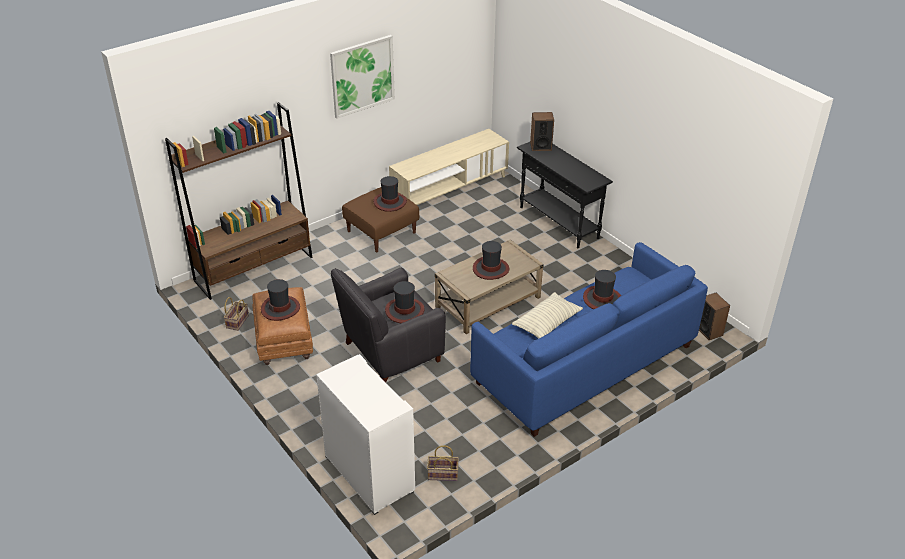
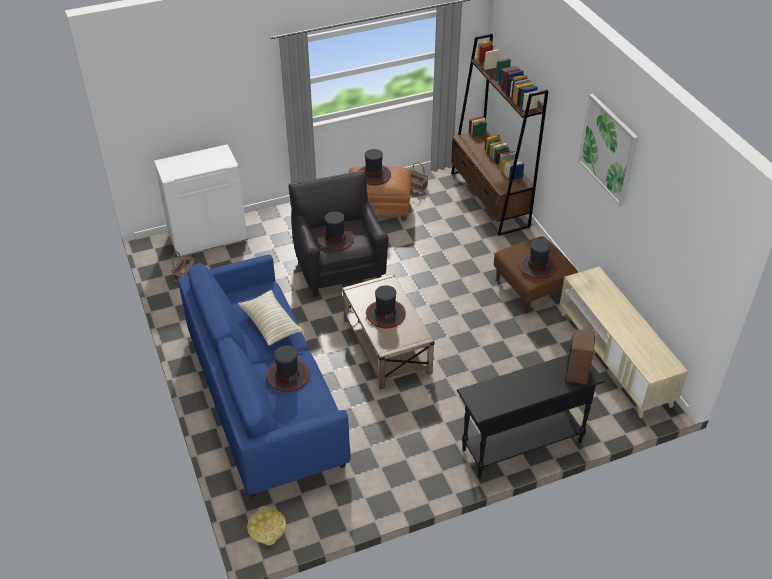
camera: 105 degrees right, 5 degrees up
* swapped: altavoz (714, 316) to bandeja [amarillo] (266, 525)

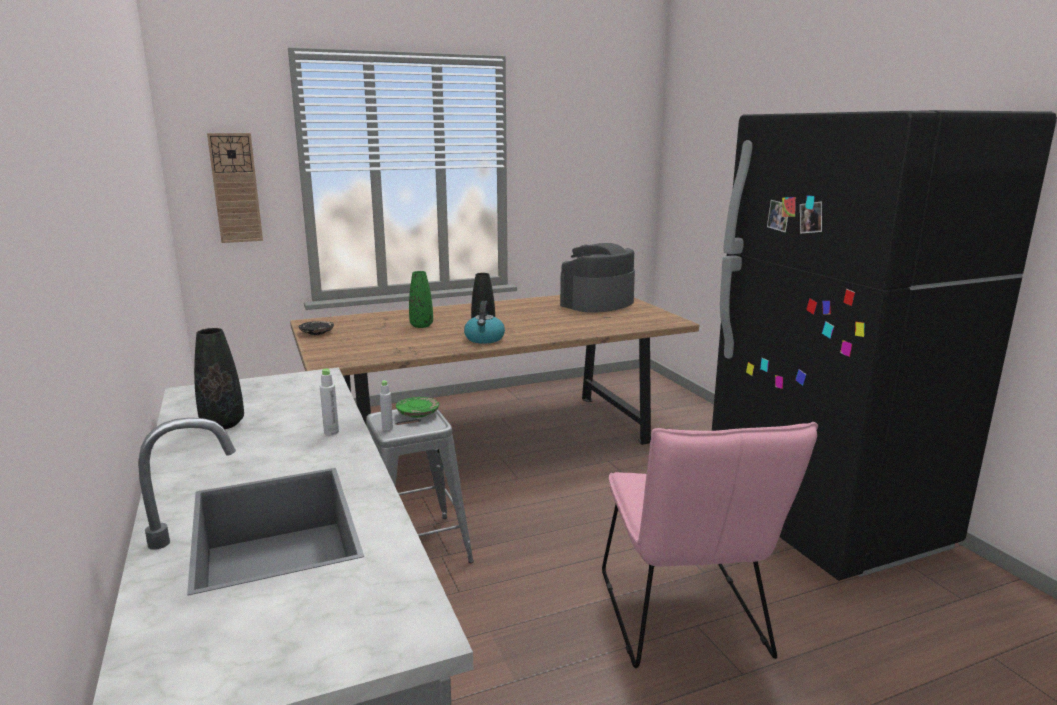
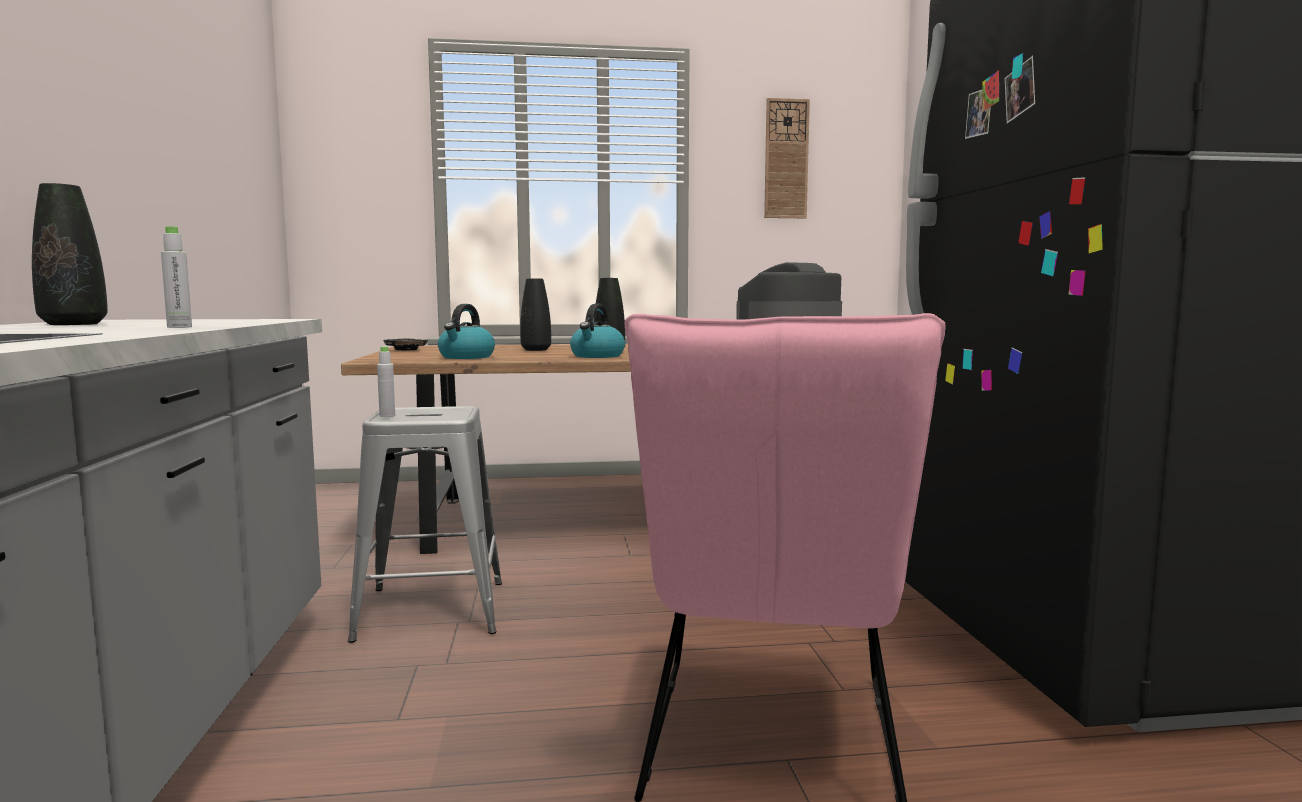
camera: 15 degrees right, 10 degrees down
* shifted: reloj de pared (235, 188) to (787, 158)
* gone: plato [verde] (417, 407)
* repainted: florero [verde] (421, 299) to florero [negro] (535, 315)
* new: hervidor (466, 331)

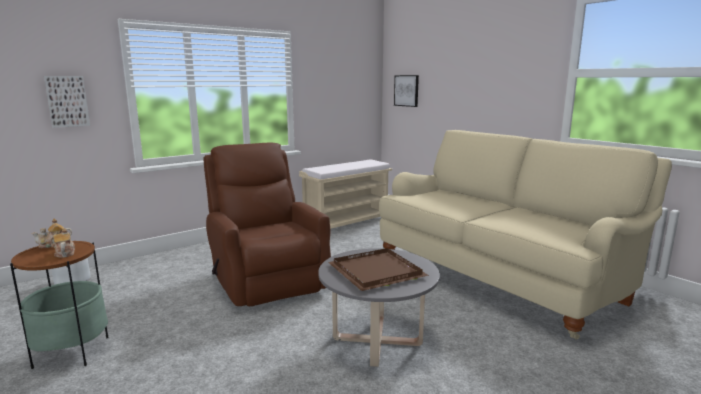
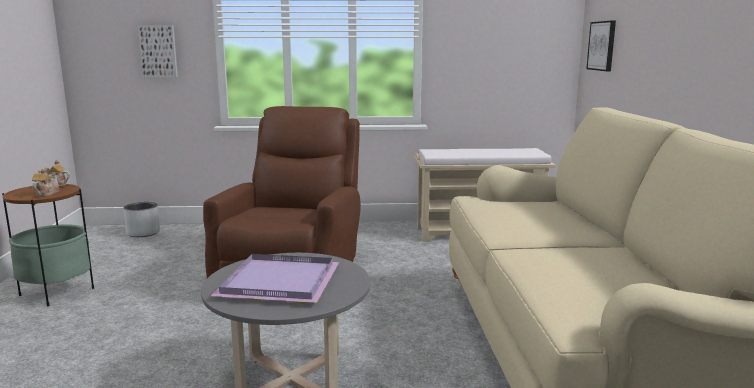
camera: 35 degrees right, 0 degrees up
* repainted: bandeja [marrón] (378, 269) to bandeja [morado] (275, 279)

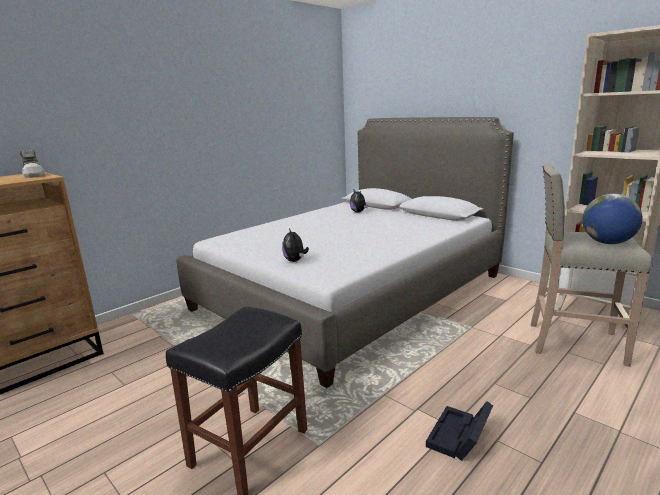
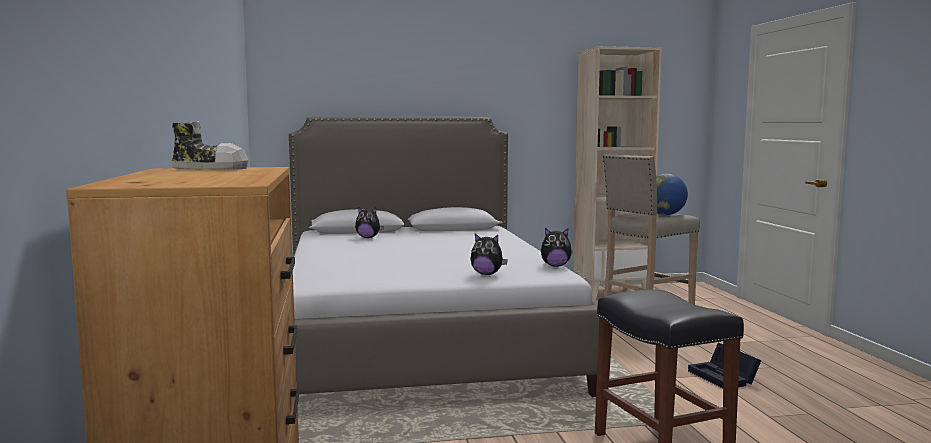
camera: 55 degrees left, 10 degrees down
* new: peluche (557, 247)

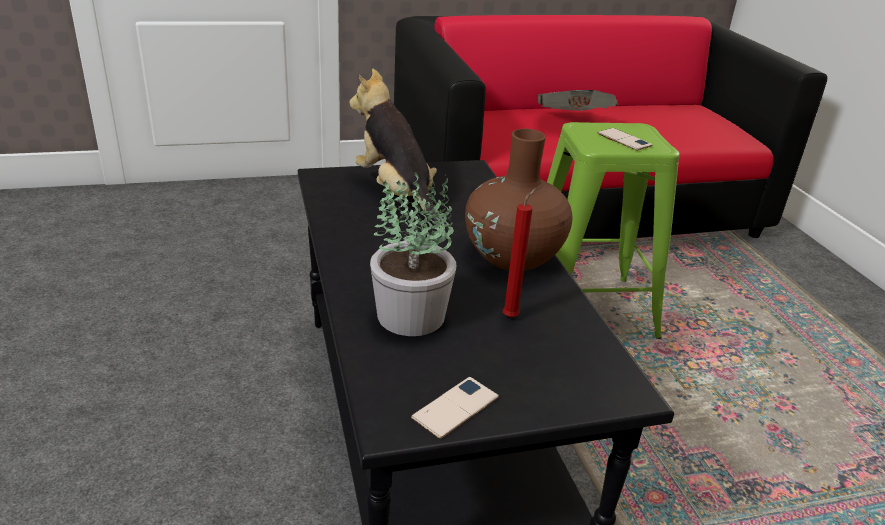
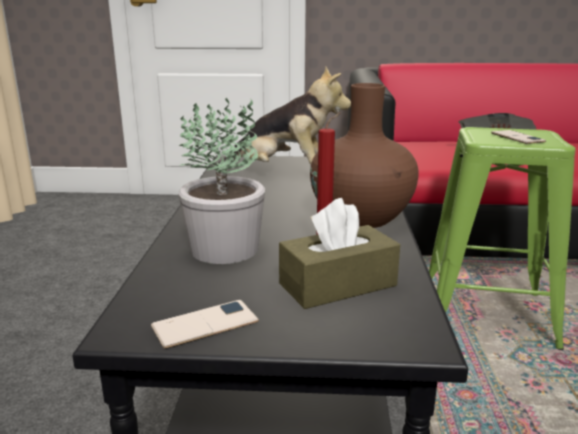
camera: 20 degrees right, 10 degrees down
* rotated: peluche (397, 148) = (284, 118) 120 degrees clockwise
* new: caja de pañuelos [marrón] (339, 253)

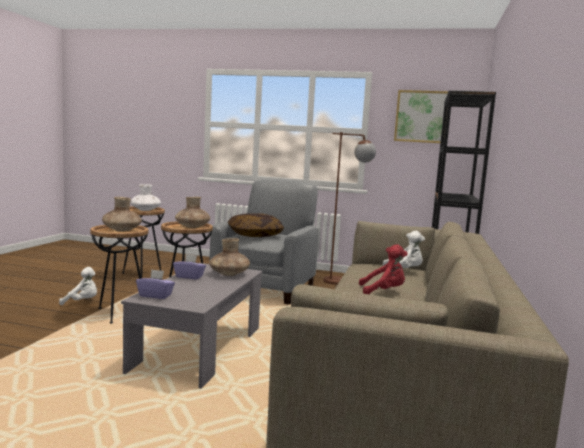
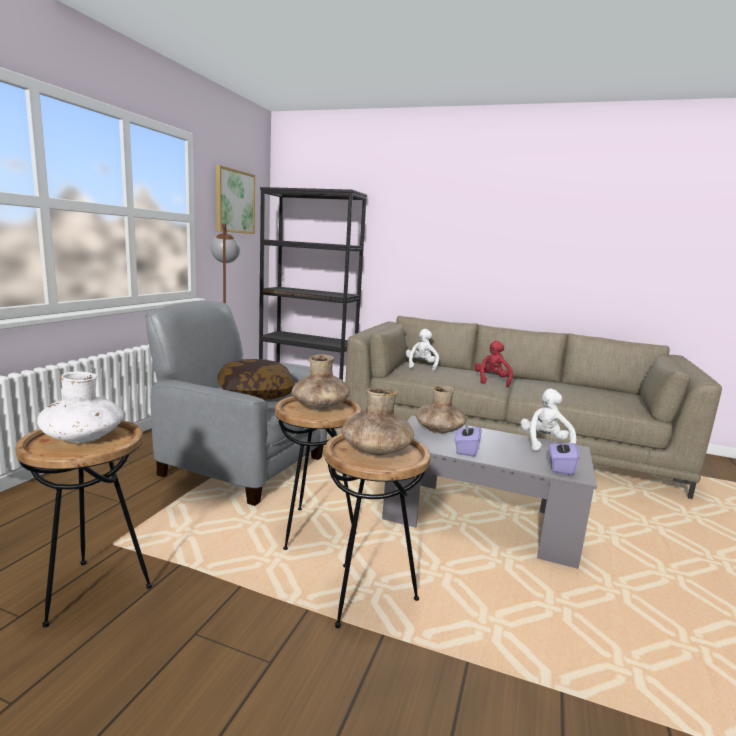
camera: 85 degrees left, 5 degrees up
* shifted: peluche [blanco] (78, 286) to (548, 419)

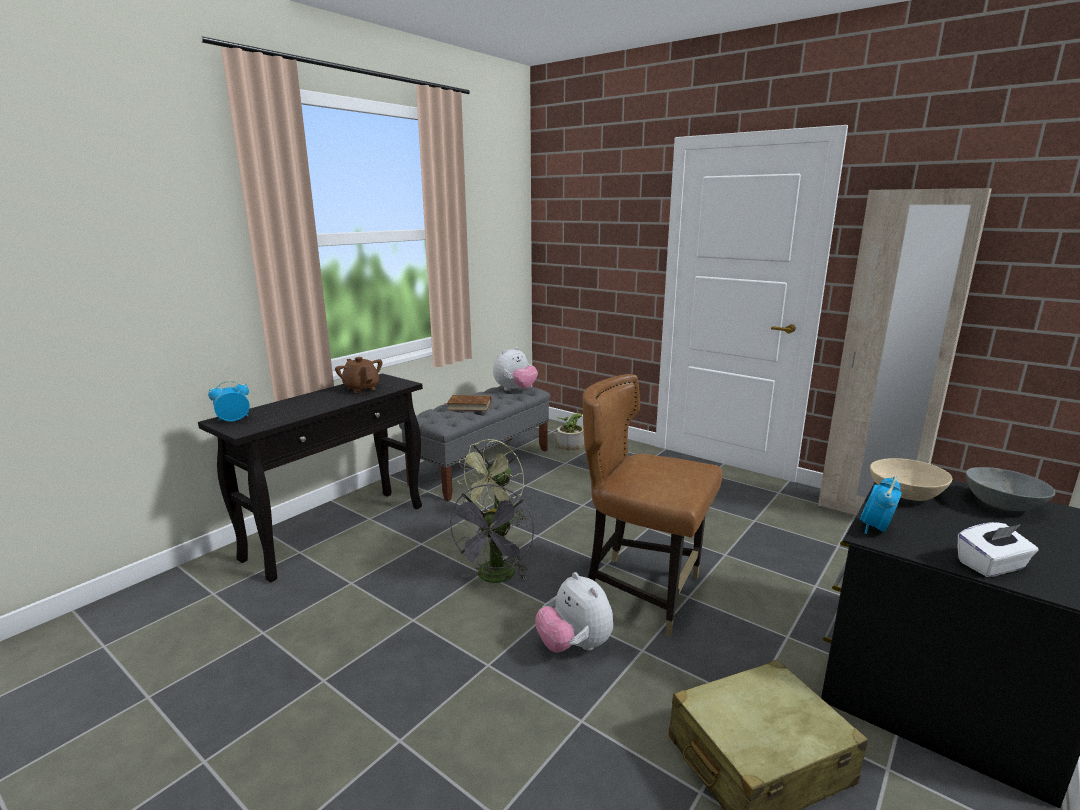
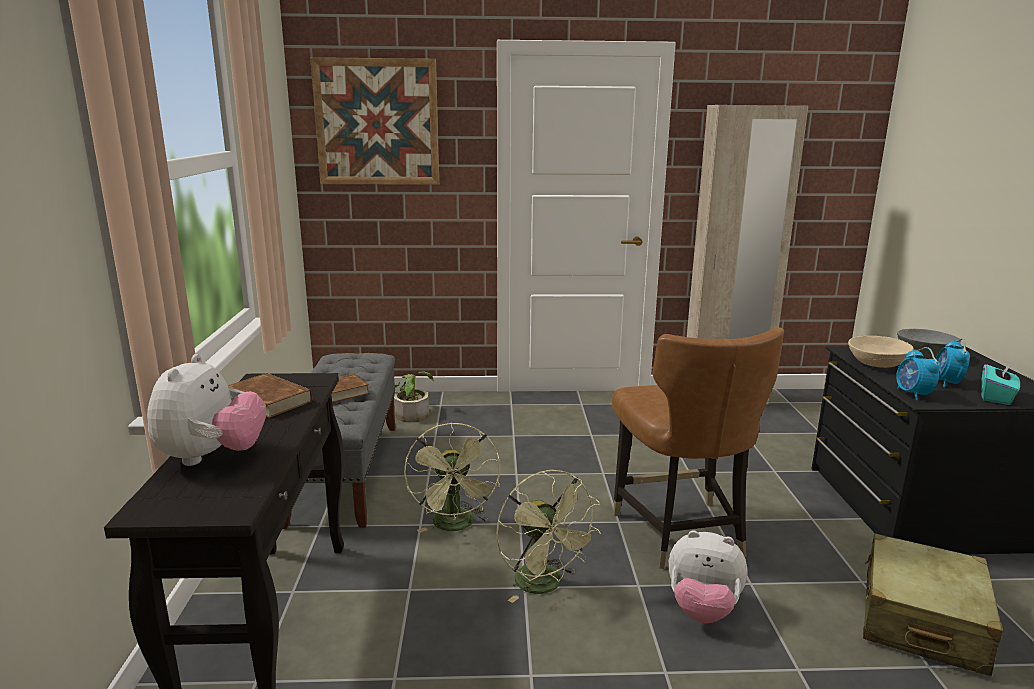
camera: 40 degrees left, 0 degrees up
* shifted: despertador (229, 401) to (953, 362)
* swapped: tetera [marrón] (358, 375) to libro [marrón] (270, 395)
* repainted: ventilador [gris] (490, 533) to ventilador [verde] (548, 536)
* shifted: peluche (515, 369) to (206, 410)
* rotated: silla [marrón] (652, 505) = (698, 448) 90 degrees counterclockwise
* repainted: caja de pañuelos [blanco] (998, 549) to caja de pañuelos [turquesa] (1000, 383)
* new: cuadro (374, 121)

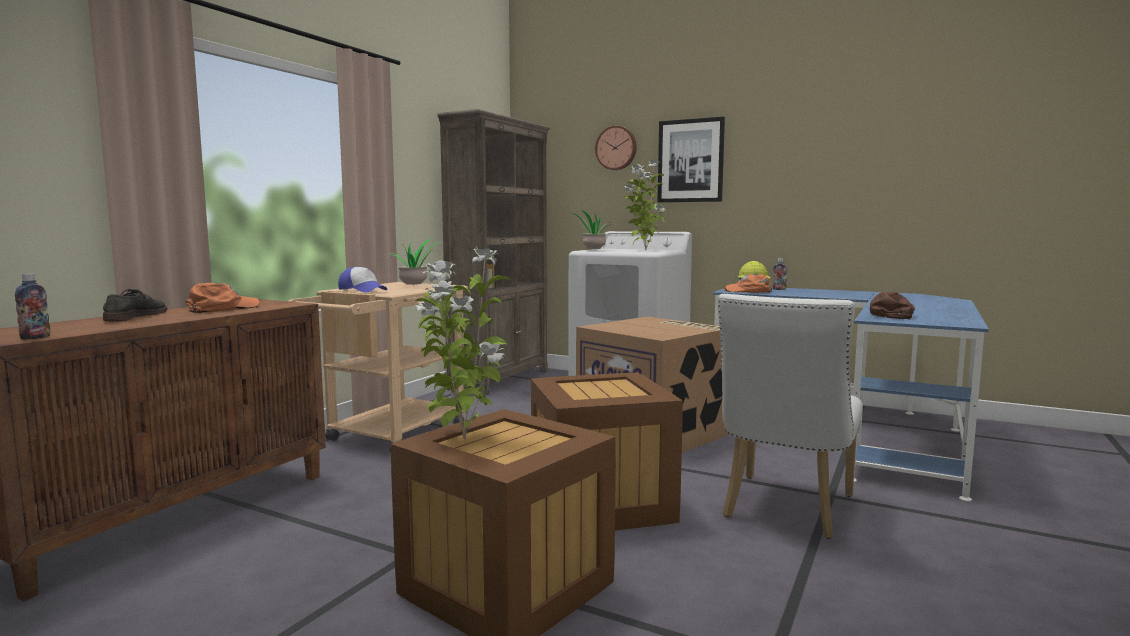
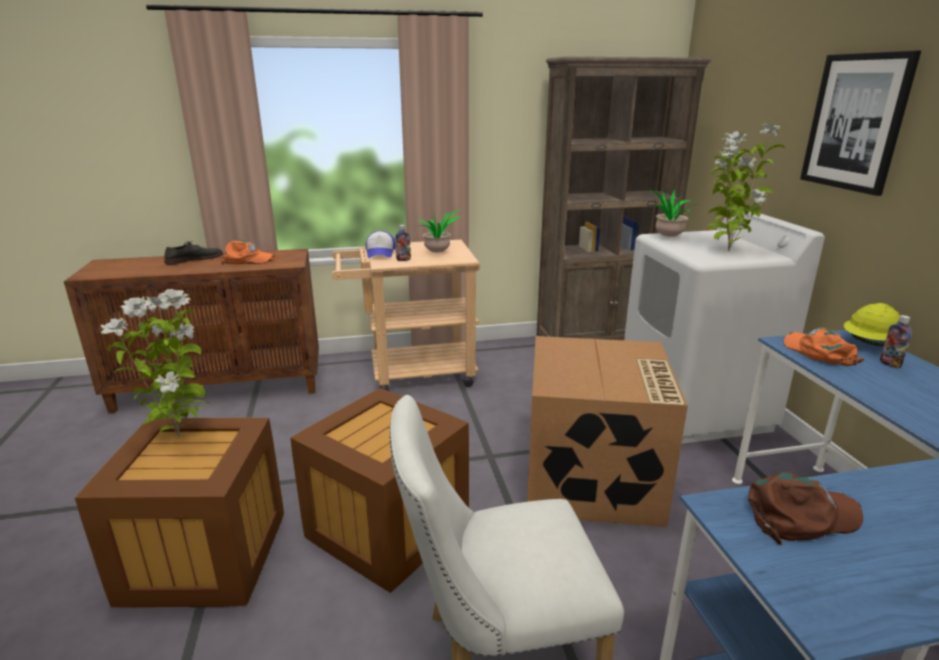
camera: 50 degrees right, 15 degrees up
* shifted: botella (32, 307) to (403, 243)
* gone: reloj de pared (616, 148)

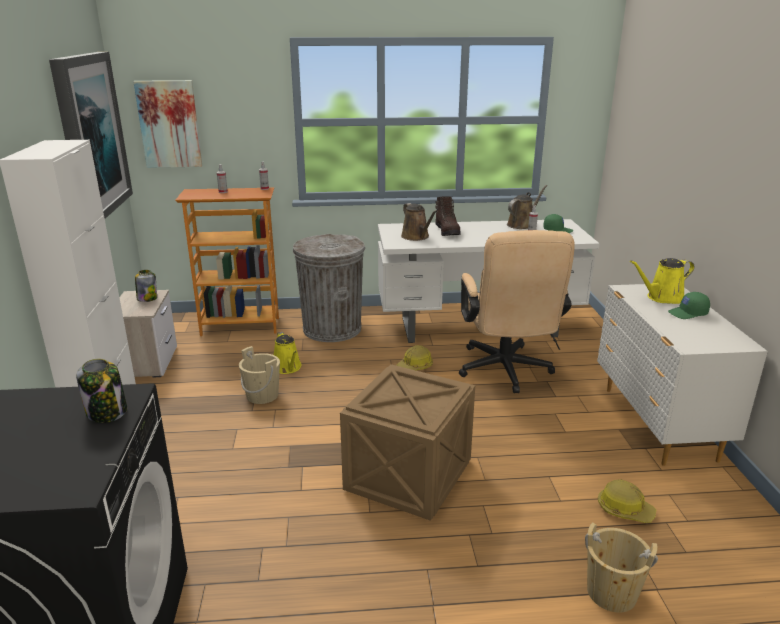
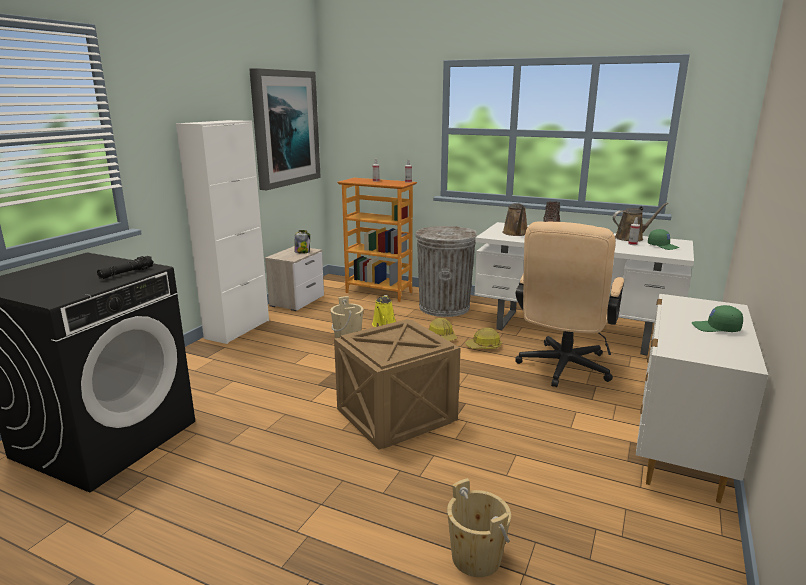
camera: 30 degrees right, 5 degrees down
* swapped: tarro (101, 391) to linterna [negro] (125, 267)
* gone: cuadro (167, 124)
* shifted: casco (627, 501) to (443, 329)
* gone: regadera [amarillo] (662, 281)

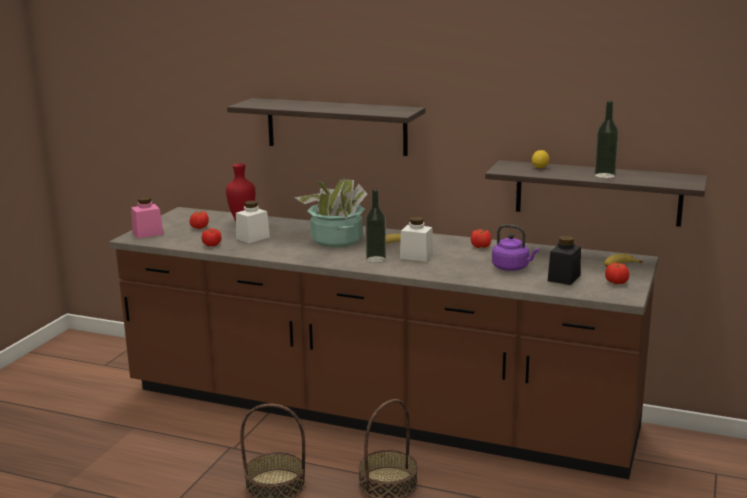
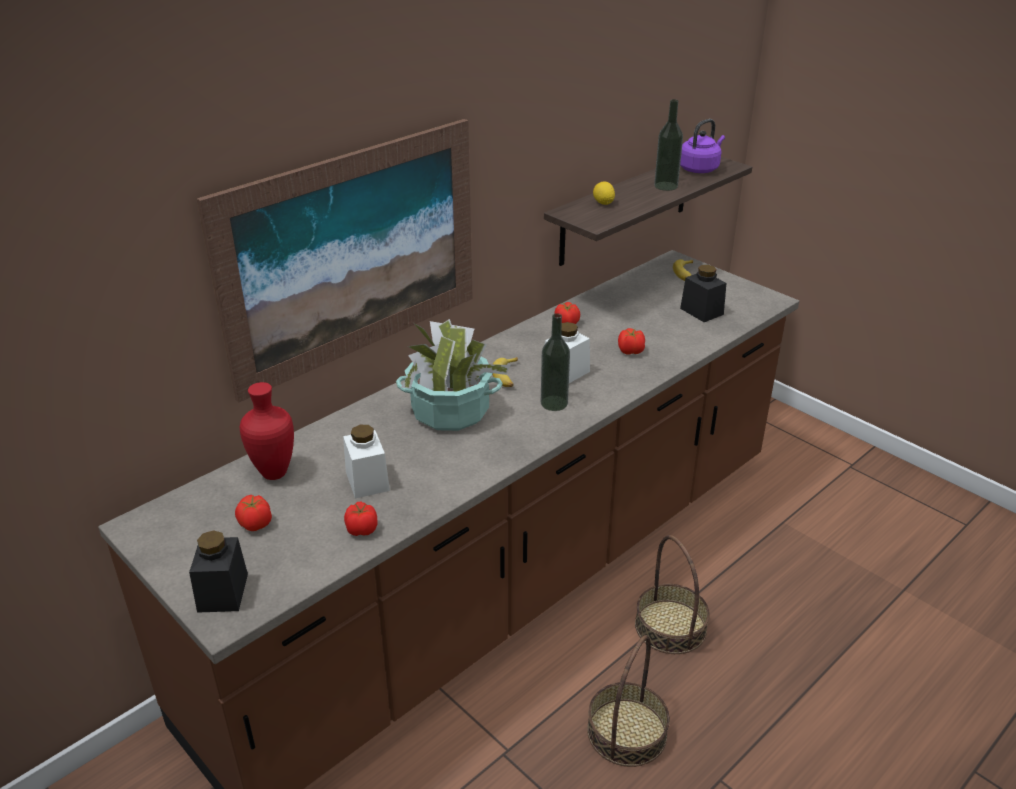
camera: 65 degrees left, 15 degrees up
* repainted: tarro [rosa] (147, 217) to tarro [negro] (218, 571)
* swapped: estante (326, 127) to cuadro (335, 260)
* shifted: hervidor [morado] (515, 247) to (702, 146)
* shifted: tomate (617, 273) to (631, 341)

